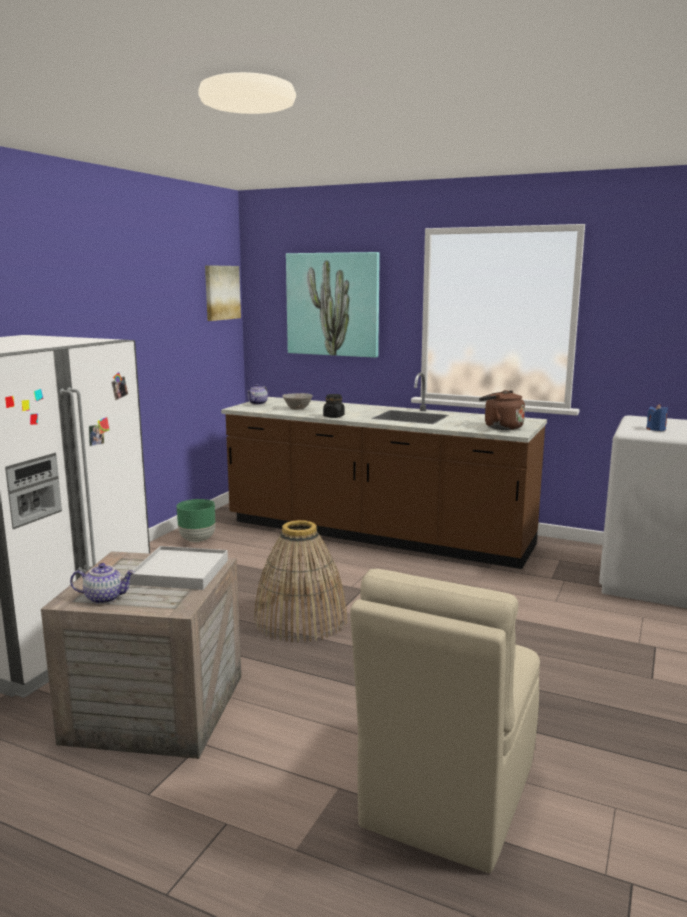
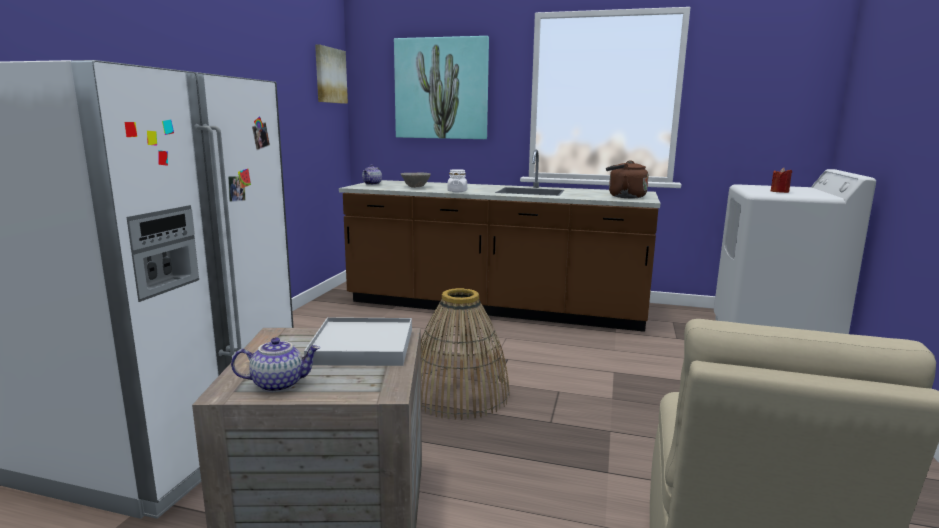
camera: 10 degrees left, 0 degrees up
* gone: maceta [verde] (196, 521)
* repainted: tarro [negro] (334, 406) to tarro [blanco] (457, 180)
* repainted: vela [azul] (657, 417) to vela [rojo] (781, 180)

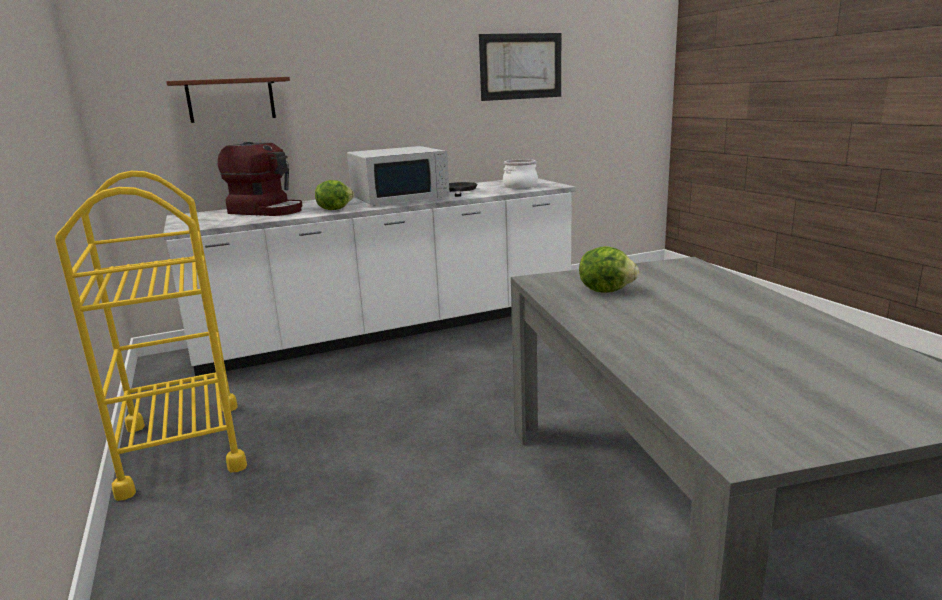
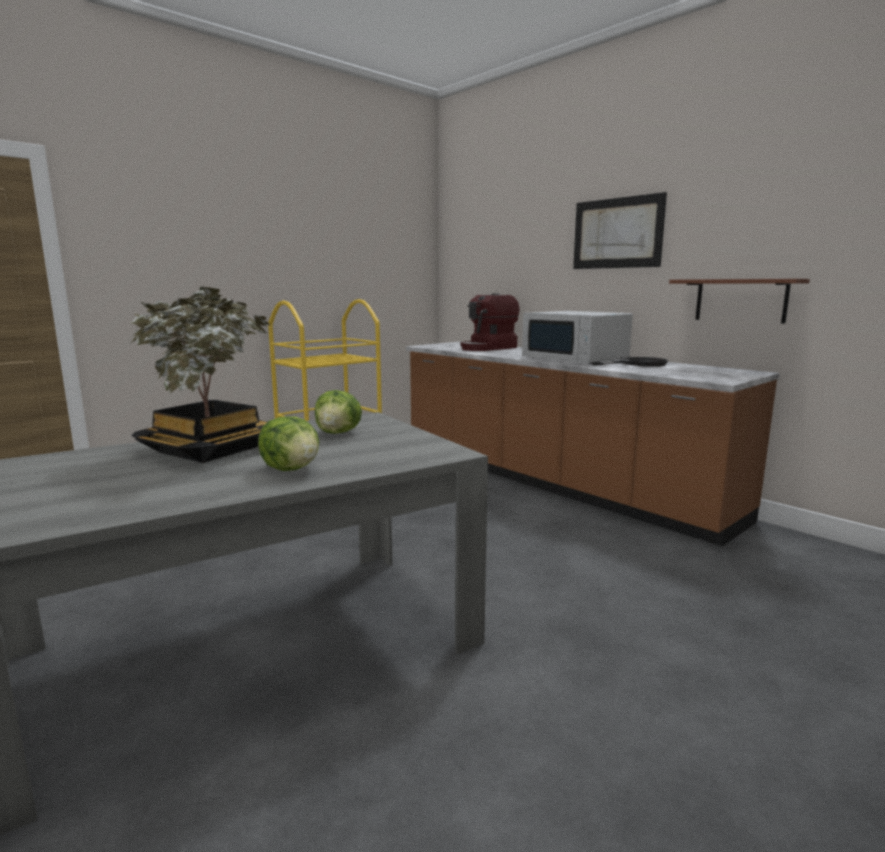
camera: 70 degrees right, 5 degrees down
* repainted: mueble bajo de cocina [blanco] (369, 277) to mueble bajo de cocina [marrón] (593, 443)
* shifted: estante [marrón] (228, 100) to (739, 301)
* rotated: cafetera (260, 179) = (490, 322) 45 degrees clockwise
* shifted: lechuga (334, 195) to (288, 444)
* shifted: cuadro (520, 67) to (620, 230)
* gone: olla (520, 174)
* new: planta en maceta (200, 374)

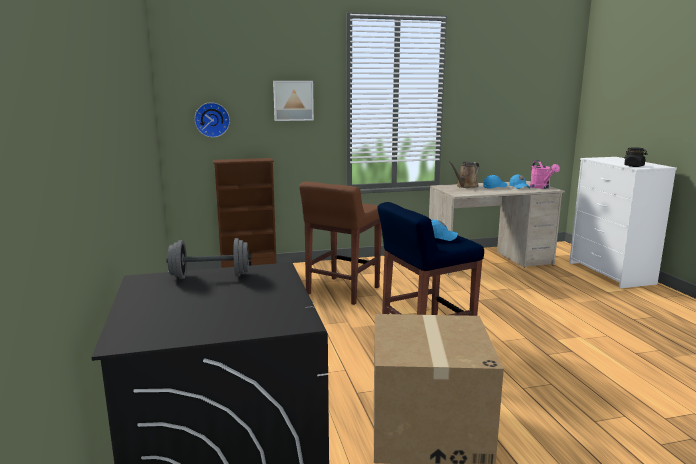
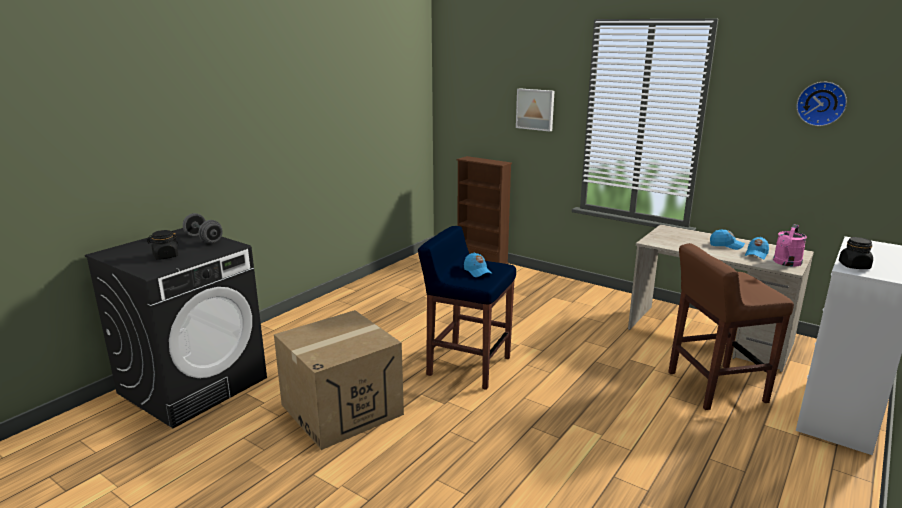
camera: 50 degrees right, 5 degrees up
* shifted: reloj de pared (212, 120) to (821, 104)
* shifted: taburete [marrón] (340, 243) to (731, 326)
* gone: regadera [marrón] (464, 174)
* new: tarro [negro] (163, 245)

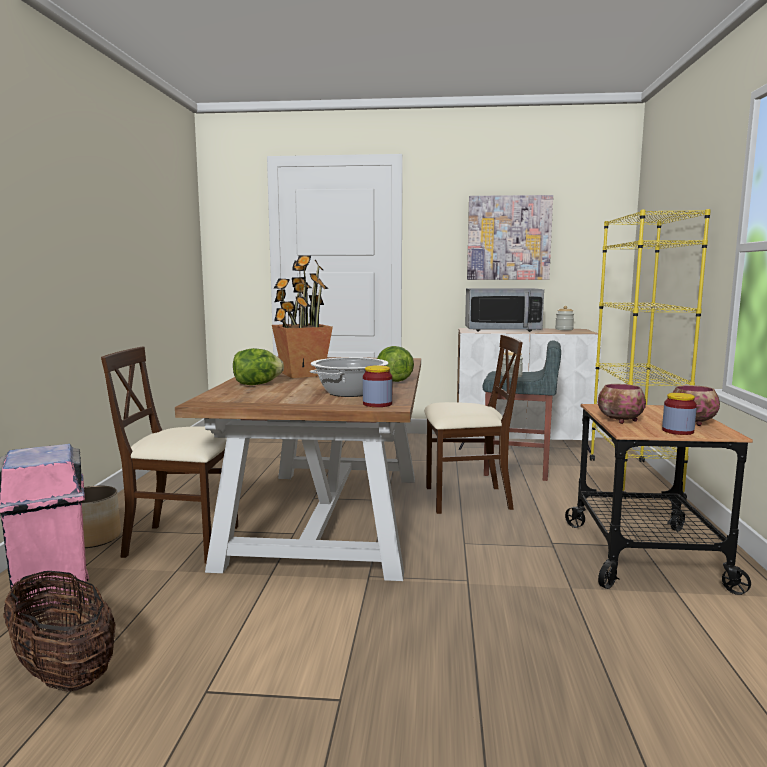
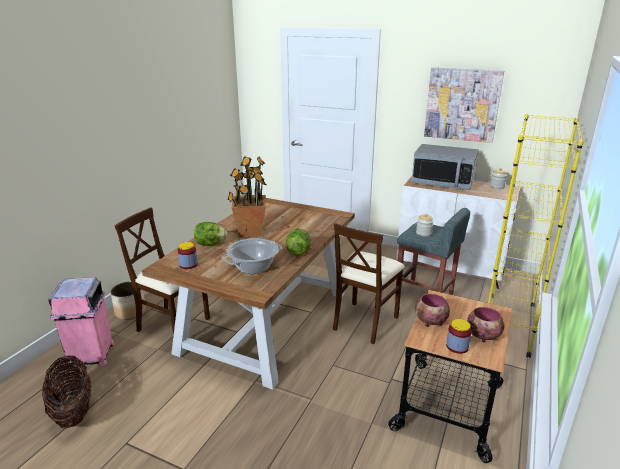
camera: 20 degrees right, 15 degrees up
* shifted: tarro (377, 386) to (188, 255)
* rotated: silla [beis] (473, 424) = (369, 283) 105 degrees clockwise

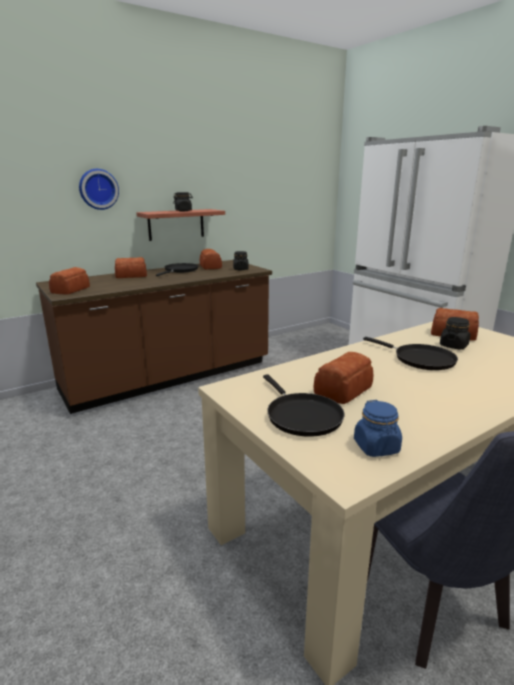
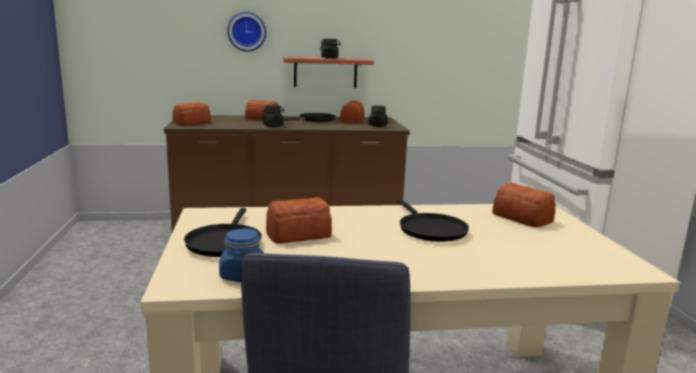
camera: 25 degrees right, 5 degrees down
* shifted: tarro [negro] (455, 333) to (273, 116)

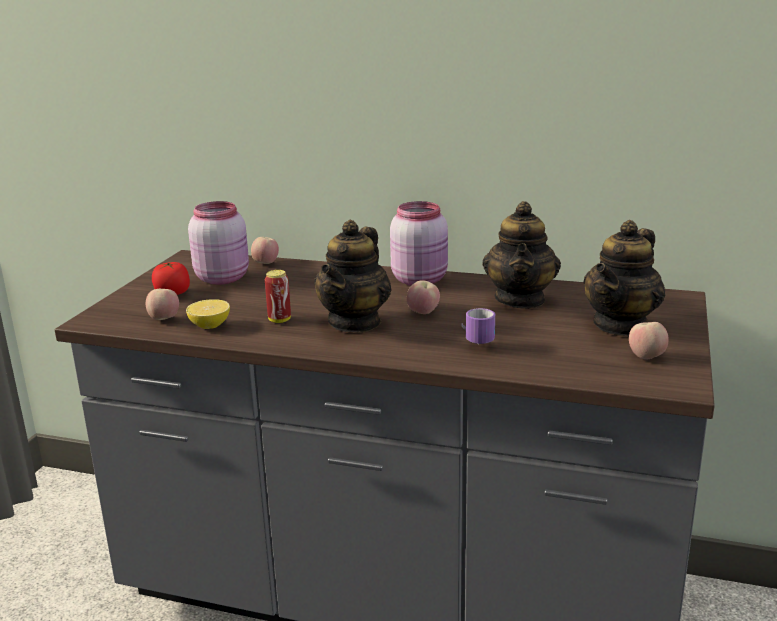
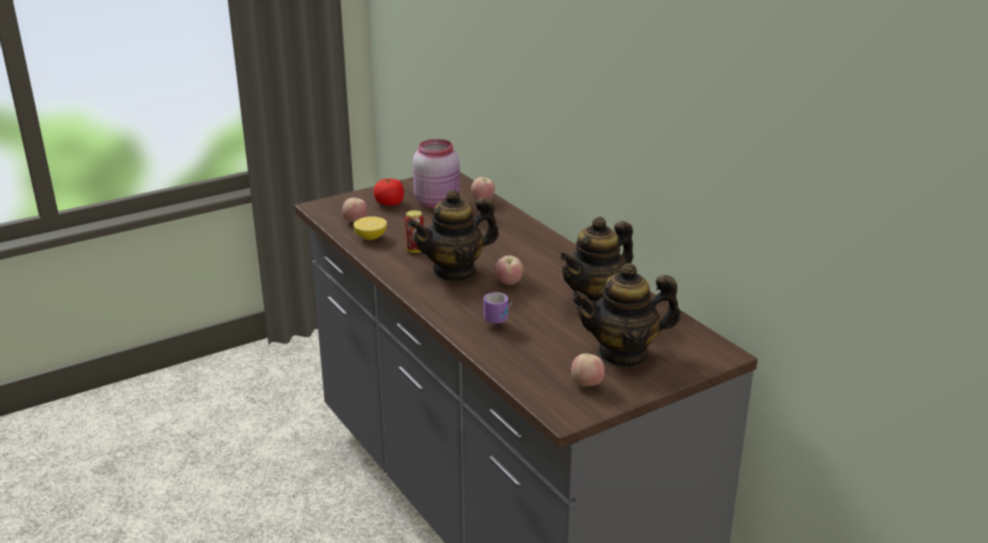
camera: 40 degrees right, 5 degrees up
* gone: tarro [rosa] (419, 243)

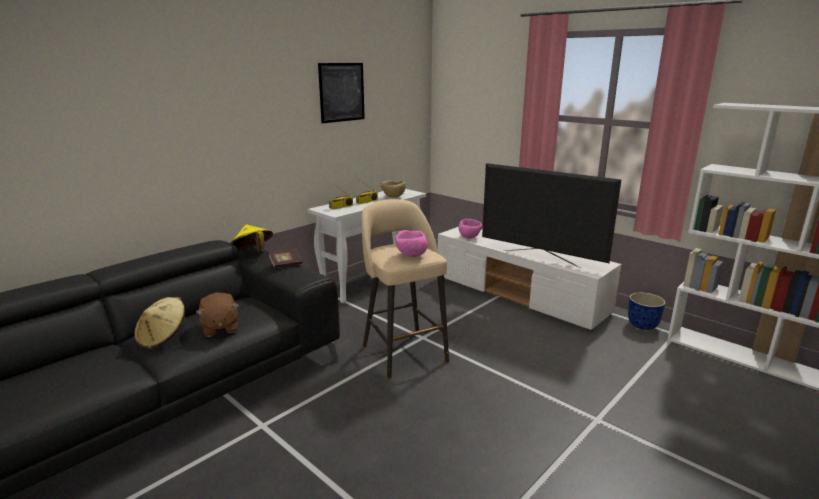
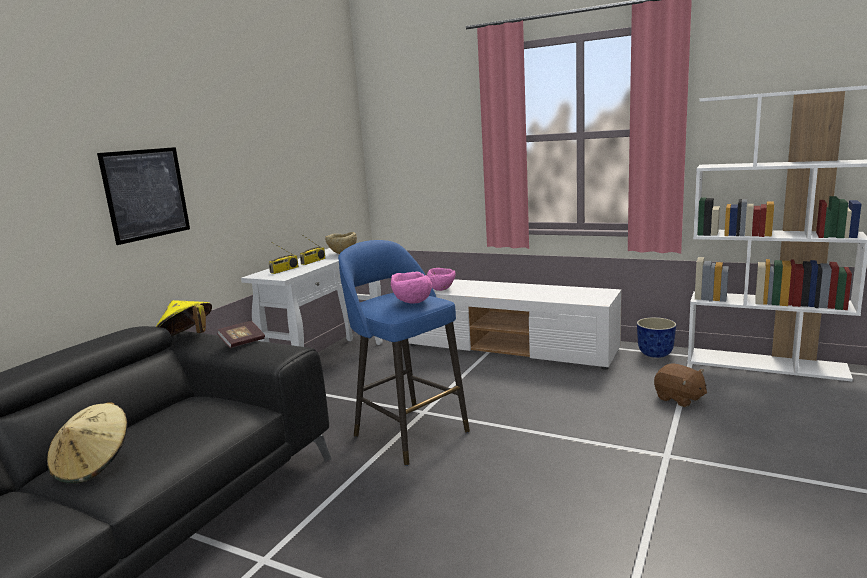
camera: 15 degrees left, 5 degrees down
* shifted: peluche [marrón] (217, 315) to (680, 385)
* shifted: cuadro (341, 93) to (143, 196)
* repainted: taburete [beis] (405, 289) to taburete [azul] (404, 353)
* gone: televisor (551, 215)

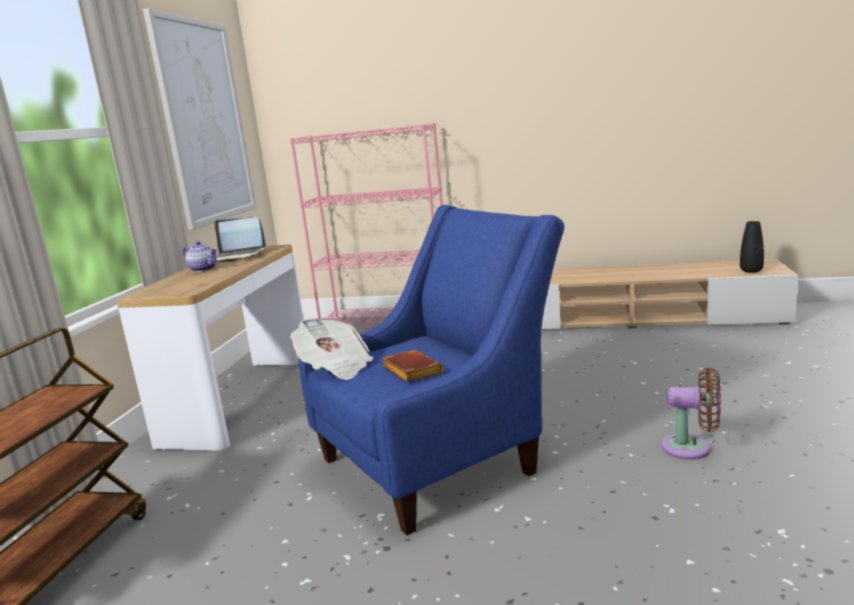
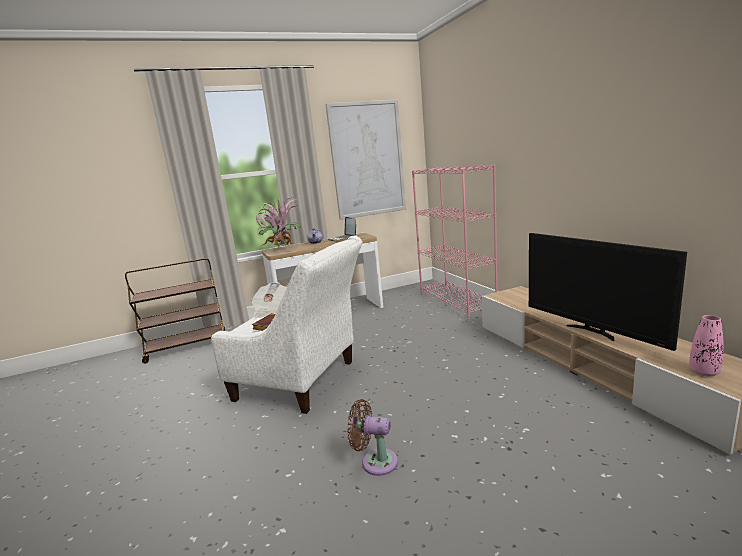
camera: 55 degrees right, 0 degrees up
* repainted: sillón [azul] (432, 370) to sillón [blanco] (287, 324)
* rotated: ventilador [marrón] (691, 414) = (372, 437) 120 degrees clockwise
* repainted: florero [negro] (752, 247) to florero [rosa] (706, 345)
* new: planta en maceta (278, 222)
* new: televisor (608, 292)

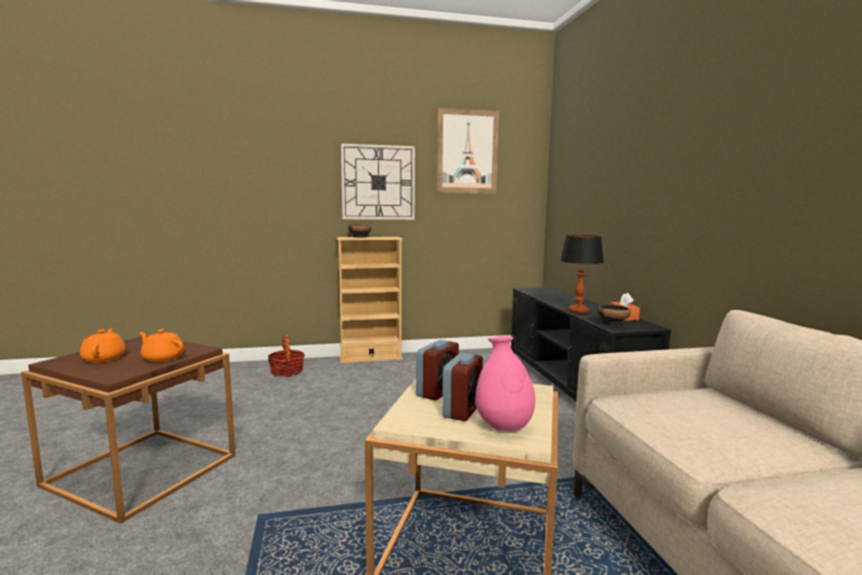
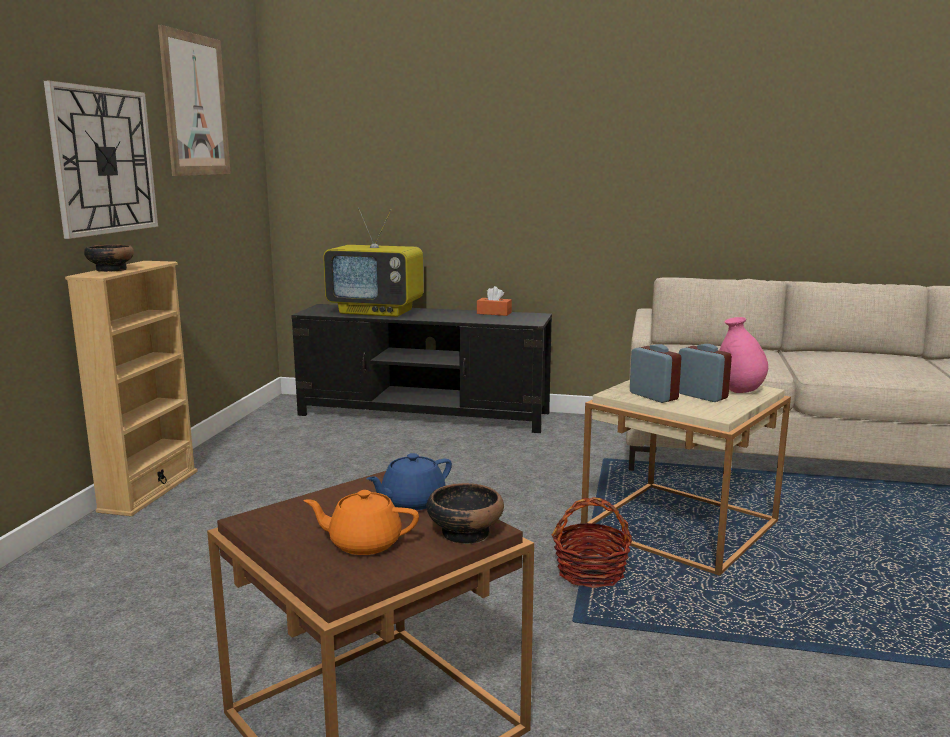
camera: 65 degrees left, 5 degrees up
* repainted: tetera [naranja] (161, 345) to tetera [azul] (409, 481)
* shifted: cesta (286, 356) to (592, 542)
* gone: lámpara de mesa (582, 274)
* shifted: cuenco (614, 315) to (465, 513)
* new: televisor (373, 262)

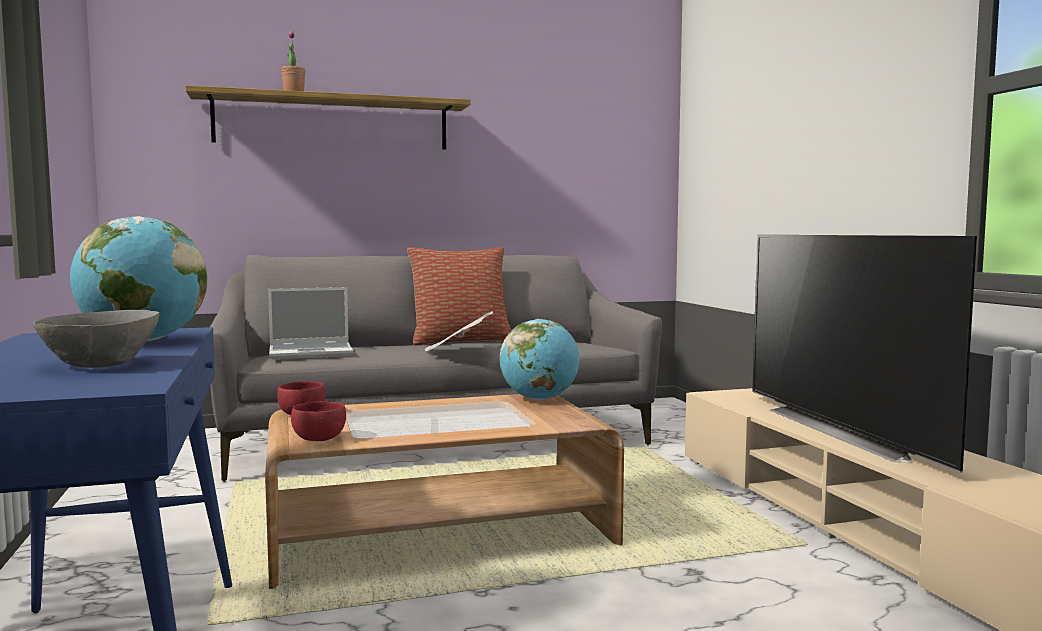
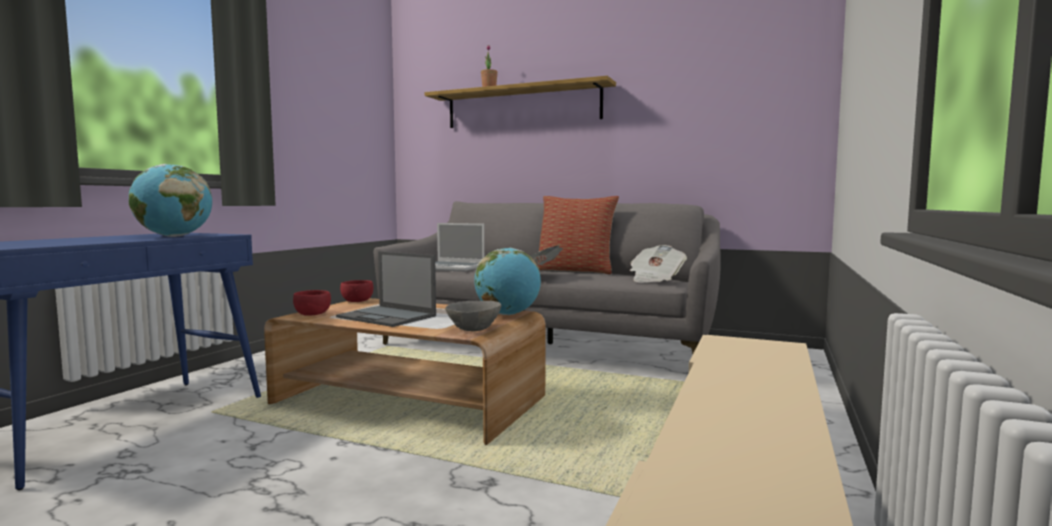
camera: 40 degrees right, 0 degrees up
* shifted: cuenco [gris] (96, 339) to (473, 316)
* gone: televisor (864, 354)
* new: portátil (386, 289)
* new: periódico (658, 264)

